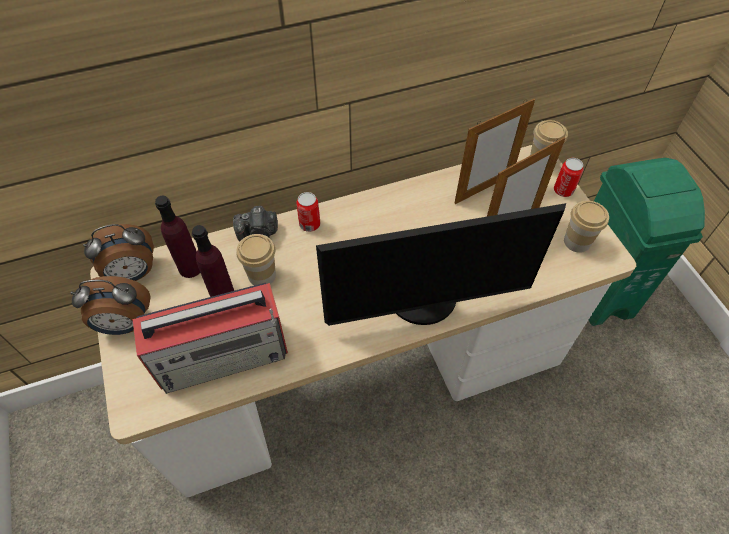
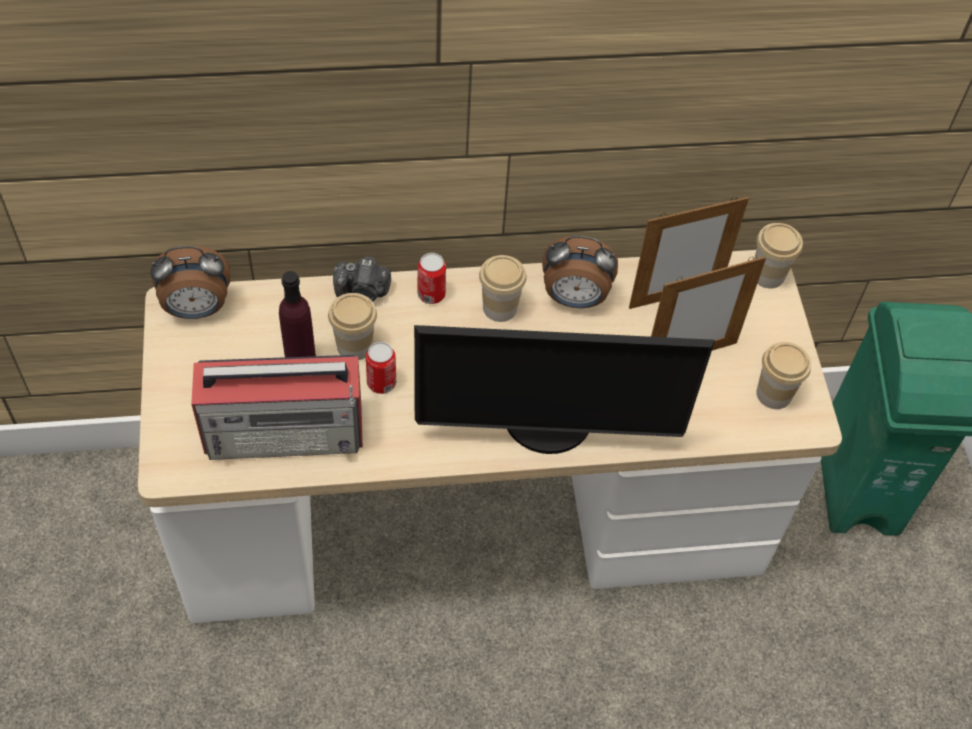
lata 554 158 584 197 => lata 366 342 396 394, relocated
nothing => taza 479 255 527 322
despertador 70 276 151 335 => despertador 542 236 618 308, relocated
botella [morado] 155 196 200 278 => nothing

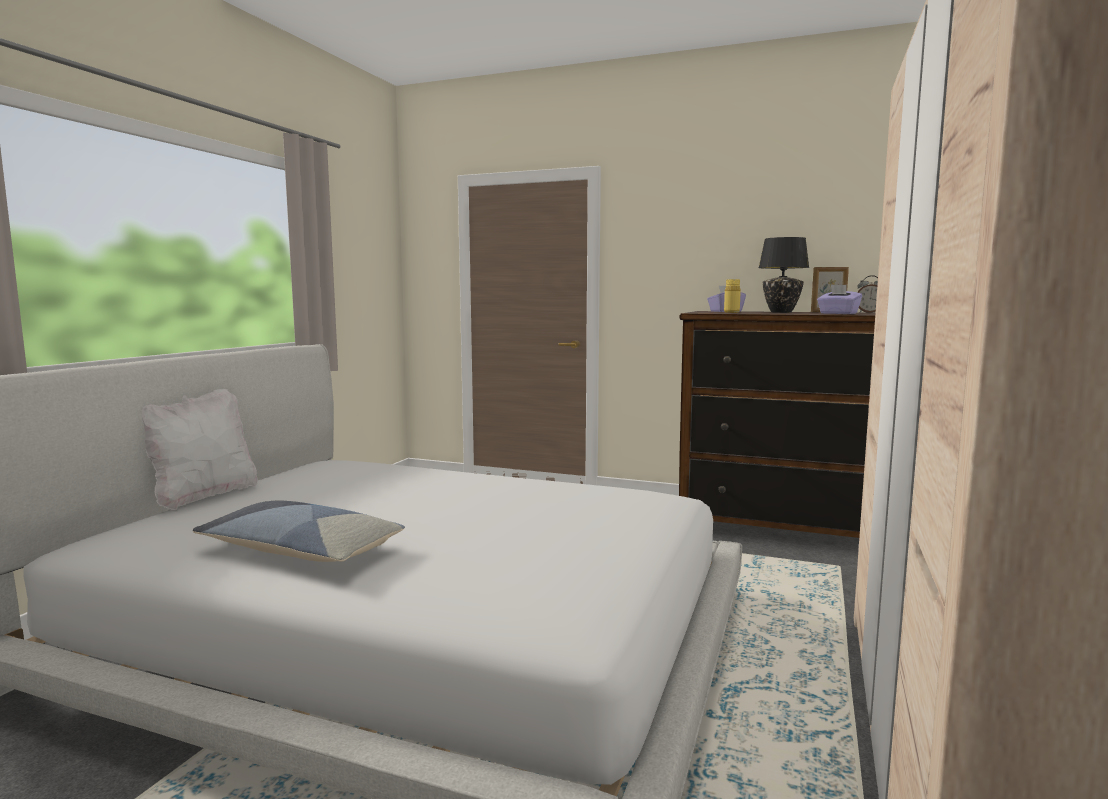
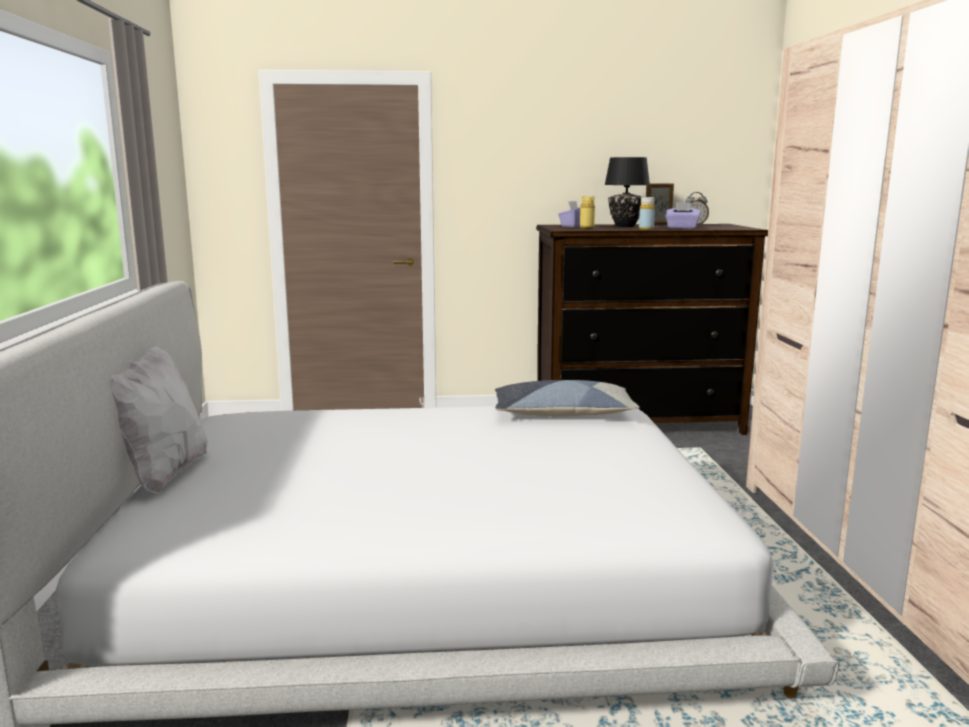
cojín 193 501 405 562 => cojín 495 380 640 417, relocated
nothing => botella [amarillo] 639 197 655 230

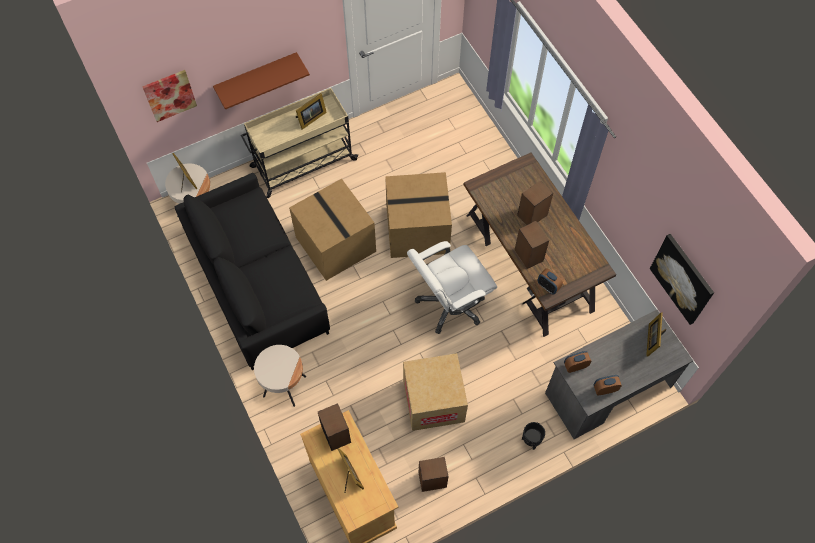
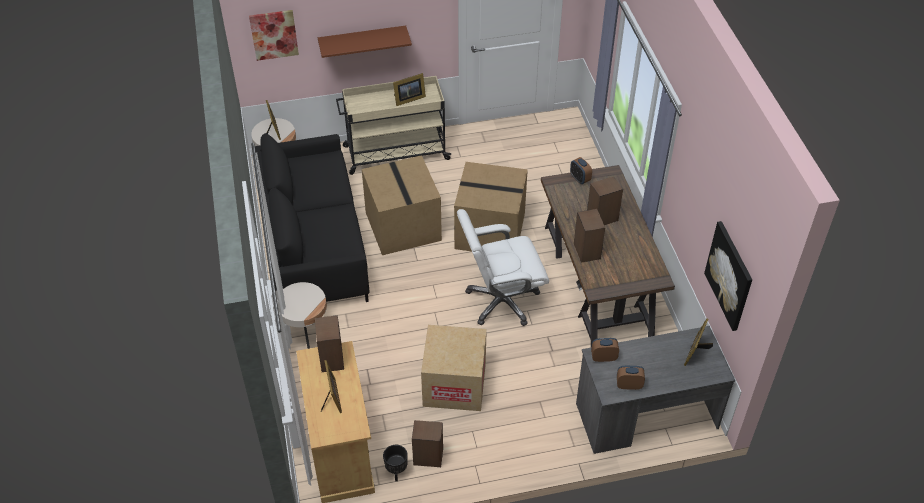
maceta [negro] 522 422 545 450 => maceta [negro] 383 445 408 481, relocated
despertador 537 268 563 295 => despertador 570 157 592 184, relocated

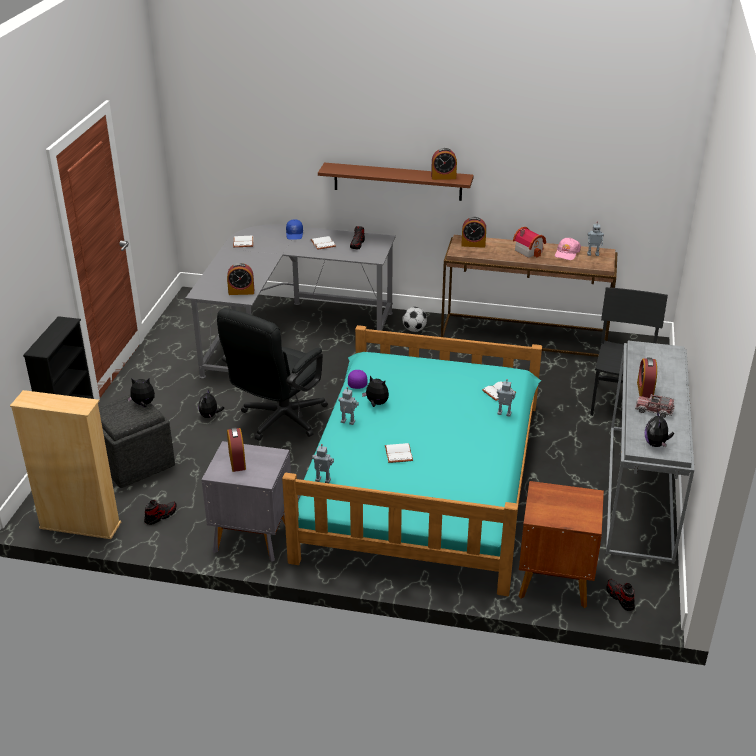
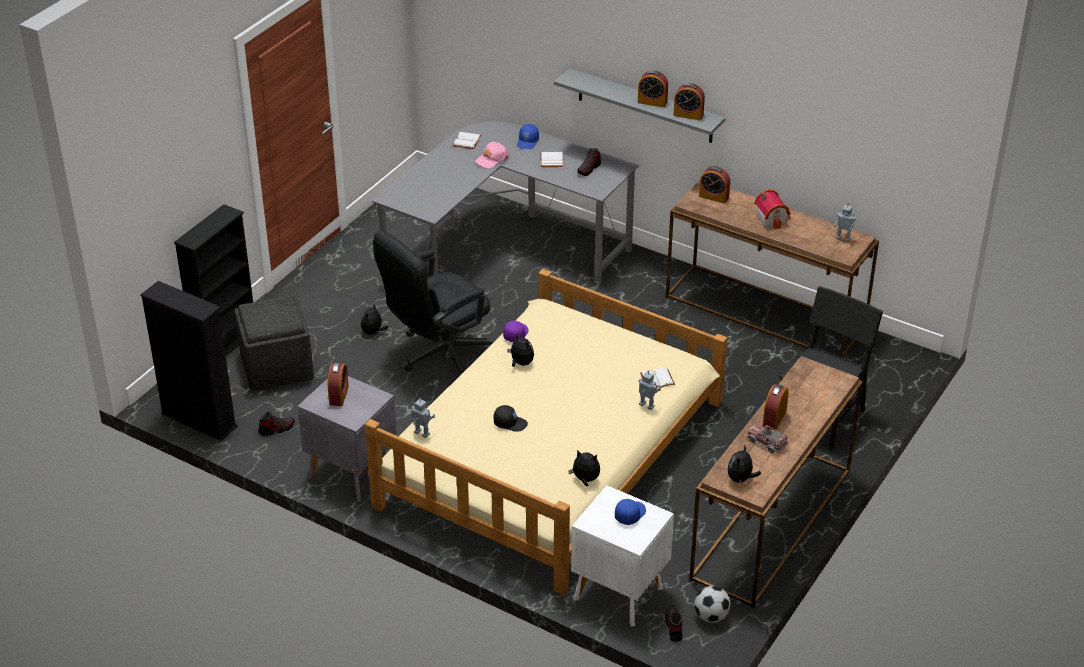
estantería [beis] 10 390 121 539 => estantería [negro] 140 281 238 441
cama [turquesa] 282 325 542 596 => cama [beis] 365 269 727 595
gorra [rosa] 555 238 581 260 => gorra [rosa] 475 142 509 168, relocated
libro [blanco] 385 443 413 463 => gorra [negro] 494 405 528 432
estante [marrón] 318 162 474 201 => estante [gris] 554 68 725 143
peluche 127 378 155 407 => peluche 568 450 600 486, relocated
mesita de noche [marrón] 518 481 604 608 => mesita de noche [blanco] 571 485 674 627
nothing => gorra [azul] 615 499 646 525
despertador 227 263 254 295 => despertador 638 70 668 107, relocated
mesa consola [gris] 606 341 694 564 => mesa consola [marrón] 689 356 863 608
balón de fútbol 402 307 427 332 => balón de fútbol 694 586 731 623, relocated
robot de juguete 338 387 359 425 => nothing

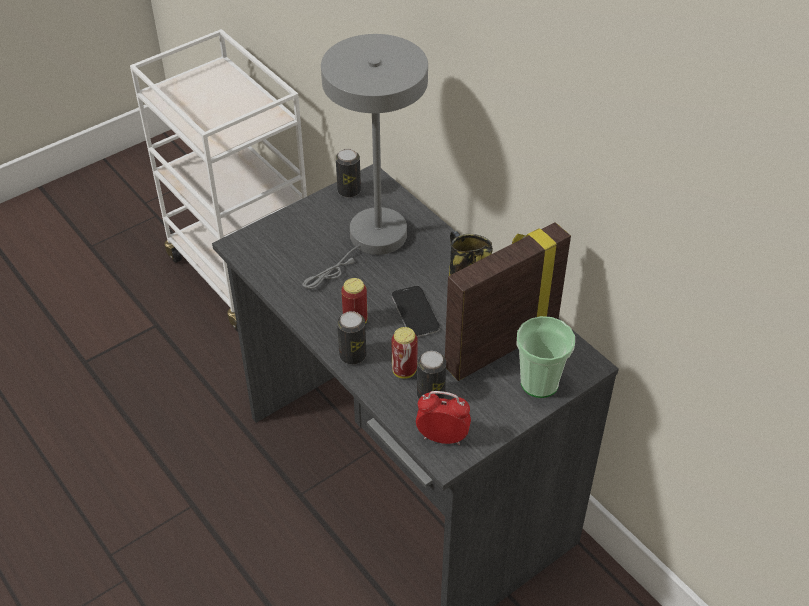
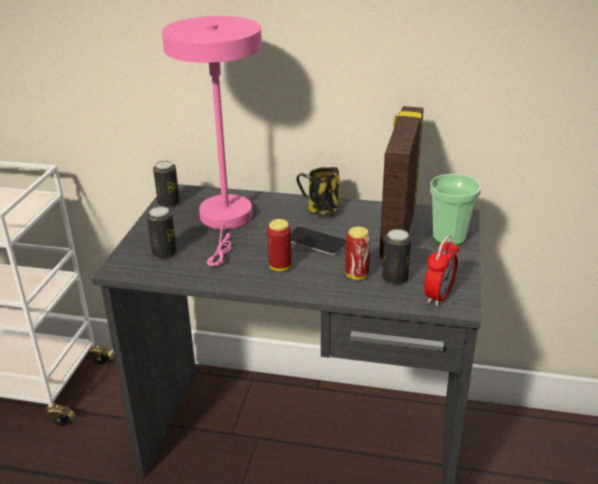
lata 337 311 366 364 => lata 147 206 177 259, relocated
lámpara de mesa [gris] 303 34 428 289 => lámpara de mesa [rosa] 162 16 262 266
despertador 416 391 471 445 => despertador 424 235 459 306, 150 degrees clockwise

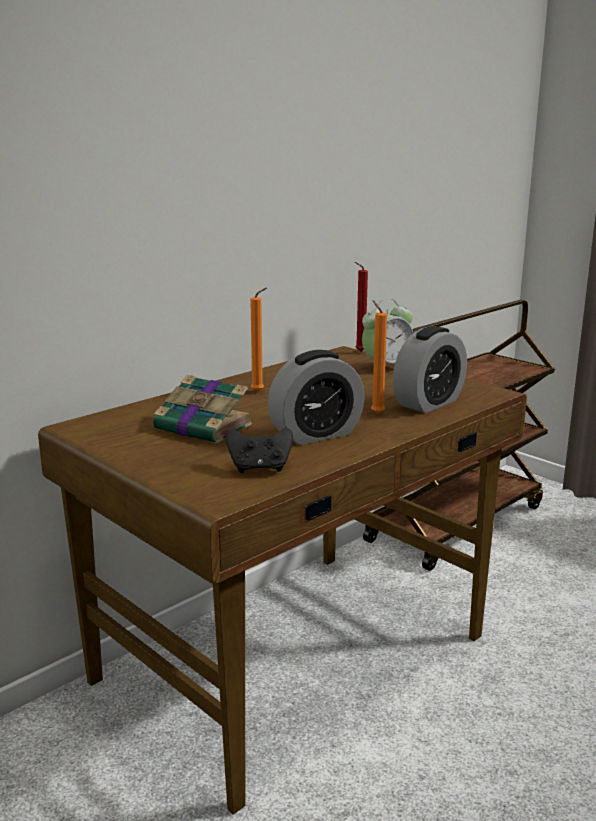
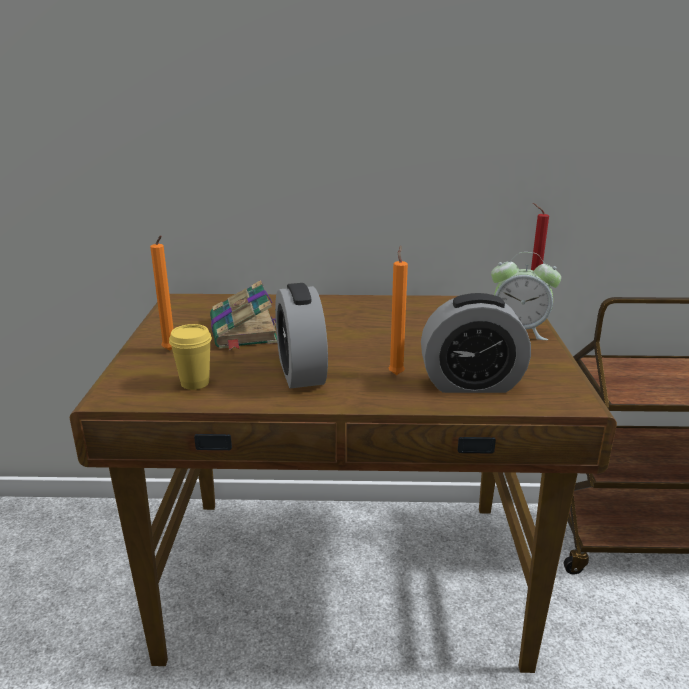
vela [naranja] 250 288 267 392 => vela [naranja] 150 235 174 350, relocated
mando de consola [negro] 226 428 293 473 => taza [amarillo] 169 324 212 390
despertador 268 350 365 445 => despertador 275 283 328 388, 60 degrees clockwise

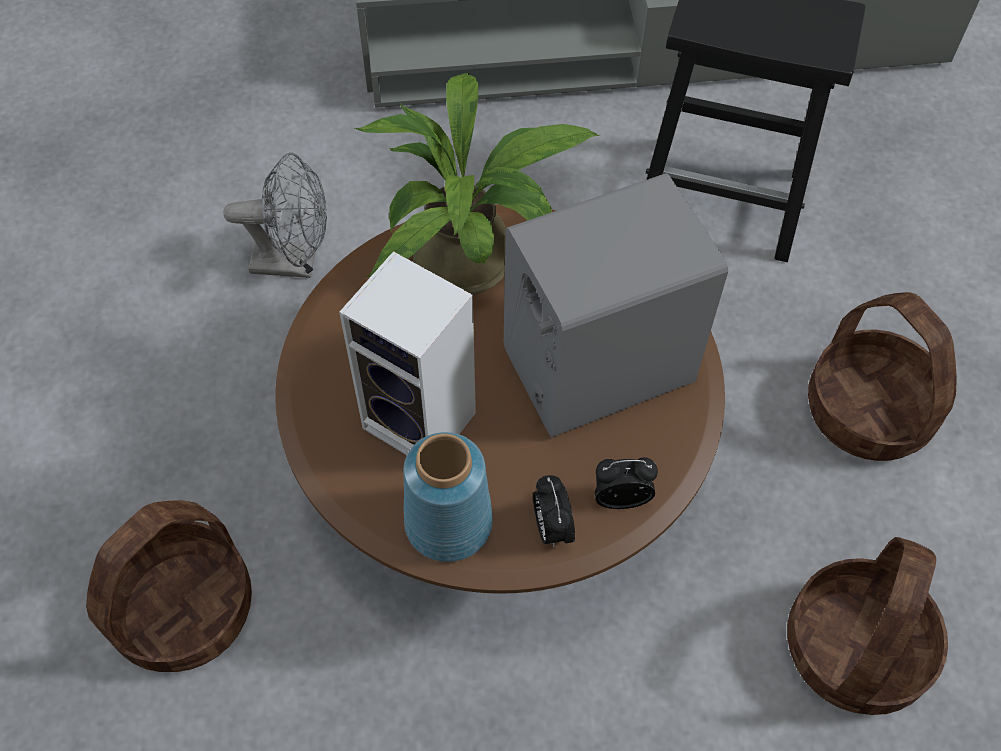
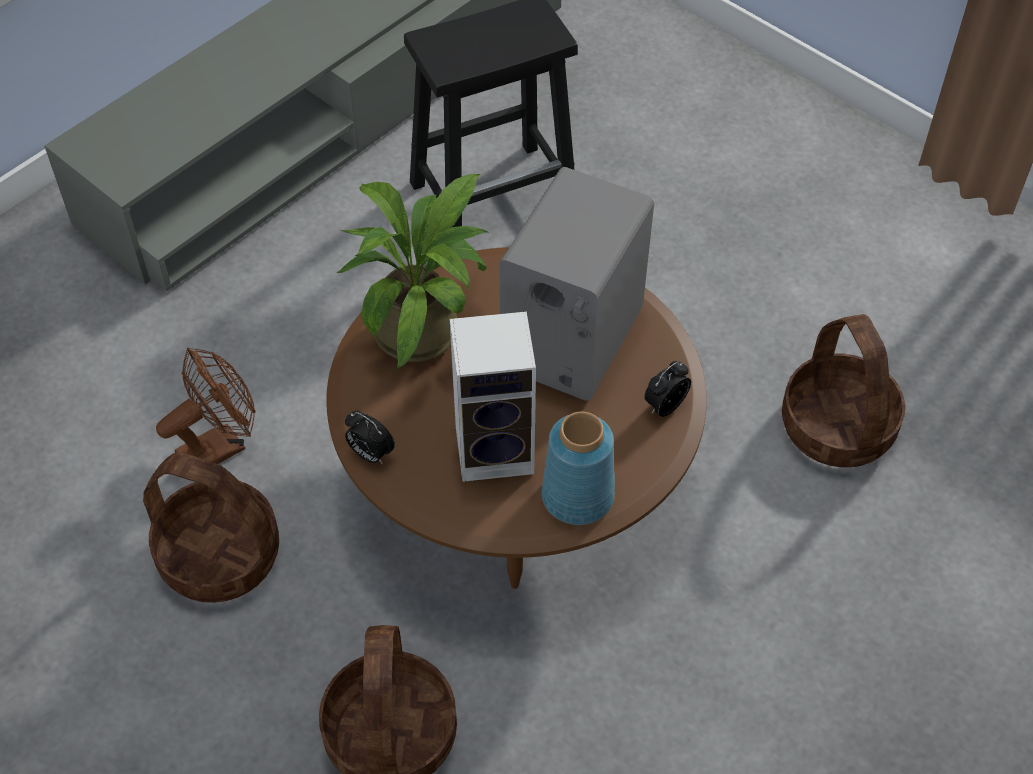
cesta 808 292 957 461 => cesta 143 452 279 603, relocated
ventilador [gris] 223 152 327 278 => ventilador [marrón] 156 348 256 464
despertador 533 475 575 548 => despertador 345 411 395 464, relocated

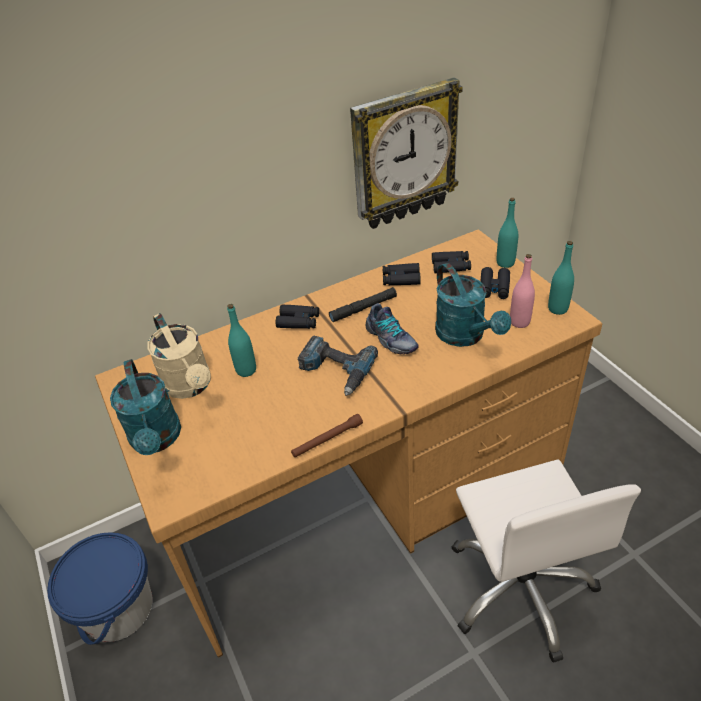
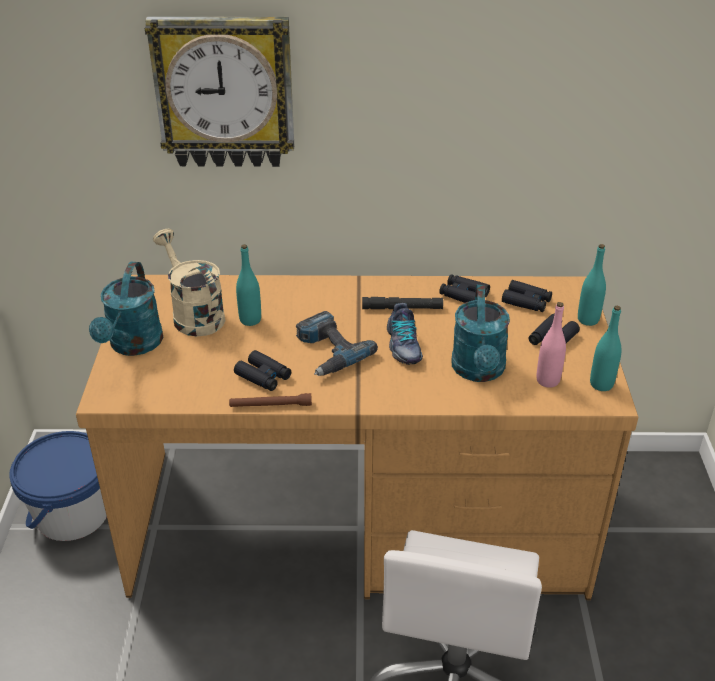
reloj de pared 350 77 463 229 => reloj de pared 145 16 294 167, relocated
regadera [beis] 147 313 211 399 => regadera [beis] 153 229 225 337, 150 degrees clockwise
prismáticos [negro] 276 304 319 329 => prismáticos [negro] 234 350 291 391, relocated

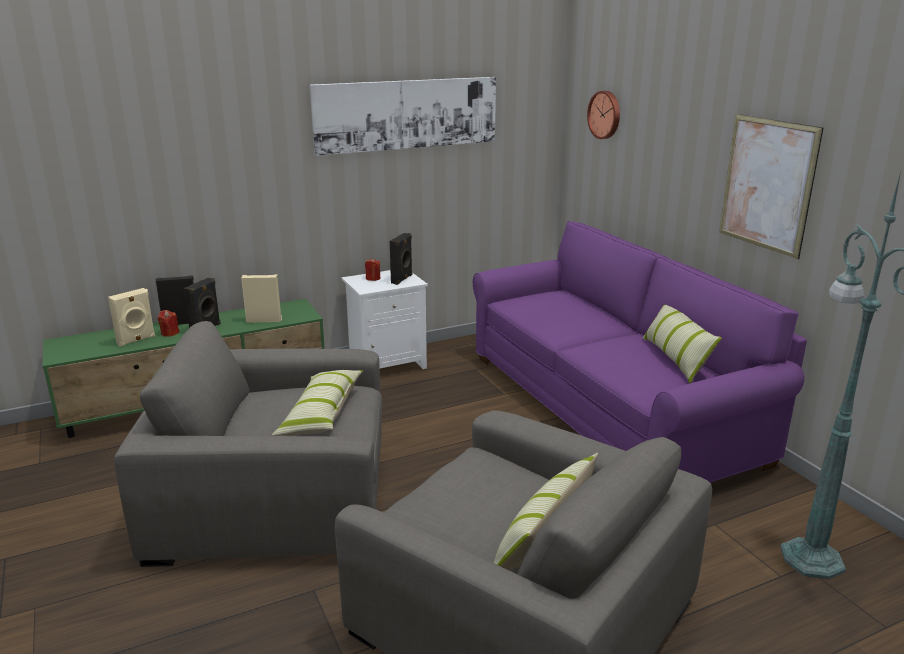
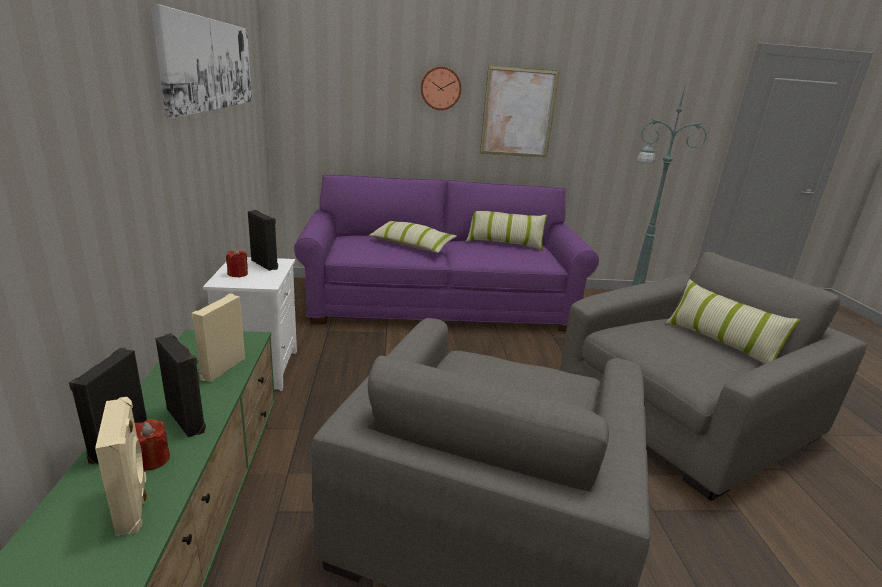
cojín 272 370 363 436 => cojín 369 221 457 253, relocated
reloj de pared 587 91 620 139 => reloj de pared 421 67 461 110, relocated

